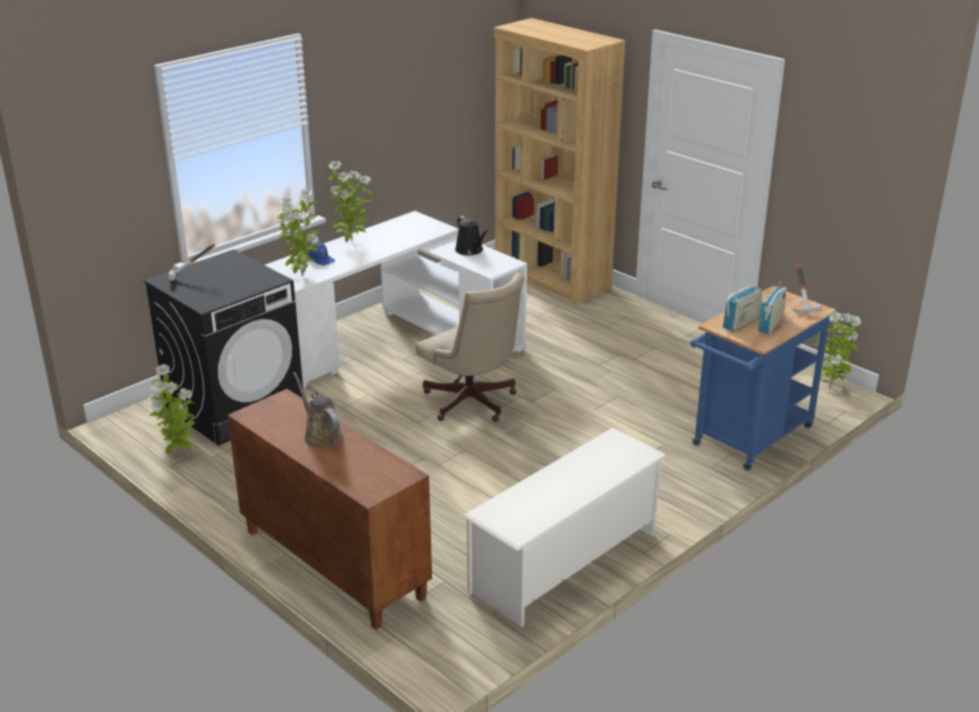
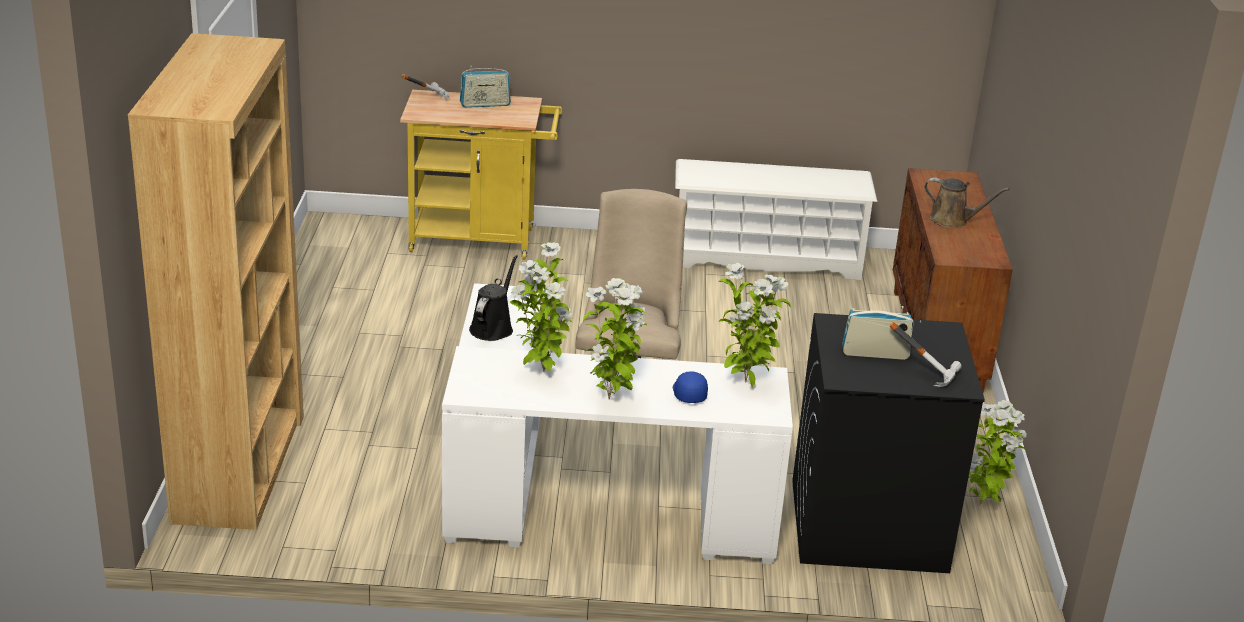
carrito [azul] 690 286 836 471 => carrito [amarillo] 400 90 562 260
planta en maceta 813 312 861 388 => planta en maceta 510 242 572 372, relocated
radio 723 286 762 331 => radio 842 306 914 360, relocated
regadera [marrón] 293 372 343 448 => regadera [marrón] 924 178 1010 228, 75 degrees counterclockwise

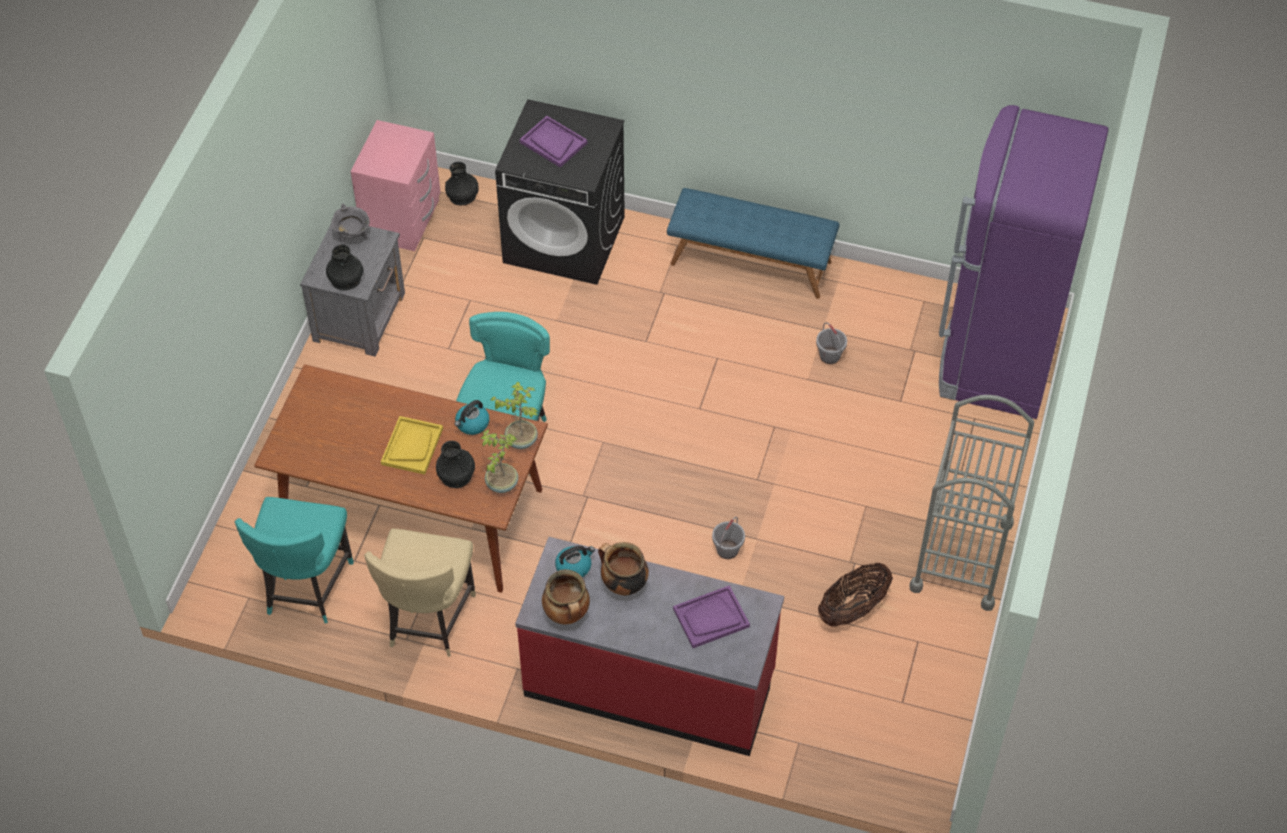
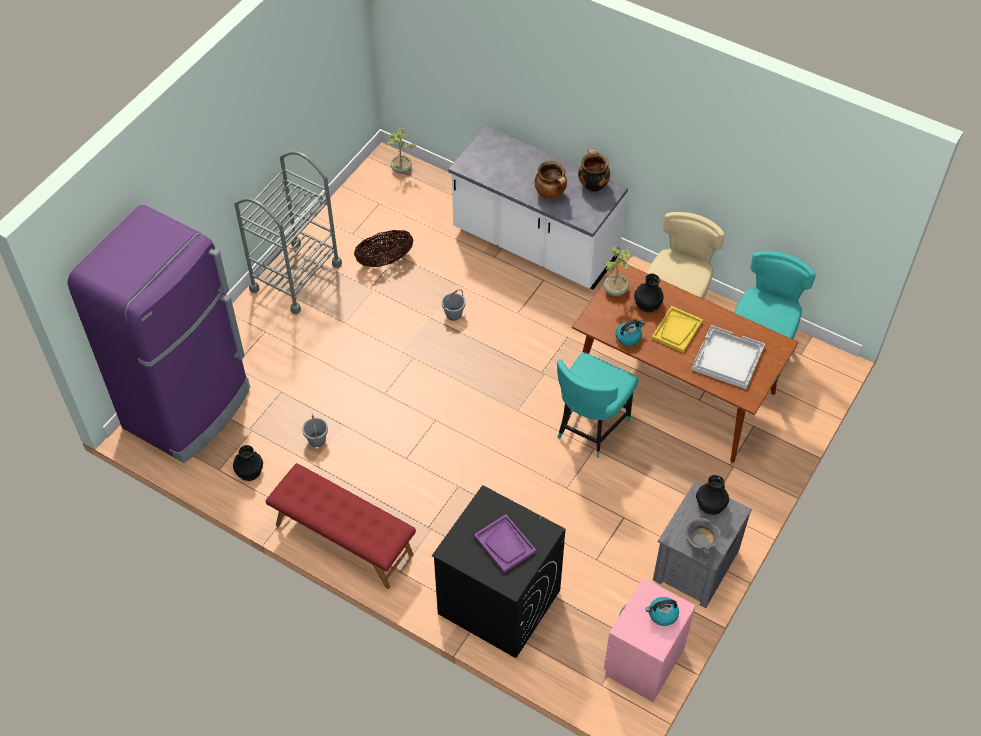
florero [negro] 445 162 479 205 => florero [negro] 233 445 263 481, relocated
banco [azul] 667 188 839 299 => banco [rojo] 266 463 416 589
planta en maceta 491 381 538 449 => planta en maceta 387 127 416 174, relocated
mueble bajo de cocina [rojo] 515 537 784 756 => mueble bajo de cocina [blanco] 448 126 628 290
hervidor 555 546 595 577 => hervidor 646 597 679 626, relocated
nothing => bandeja [blanco] 691 325 765 389
bandeja [morado] 673 585 750 648 => nothing

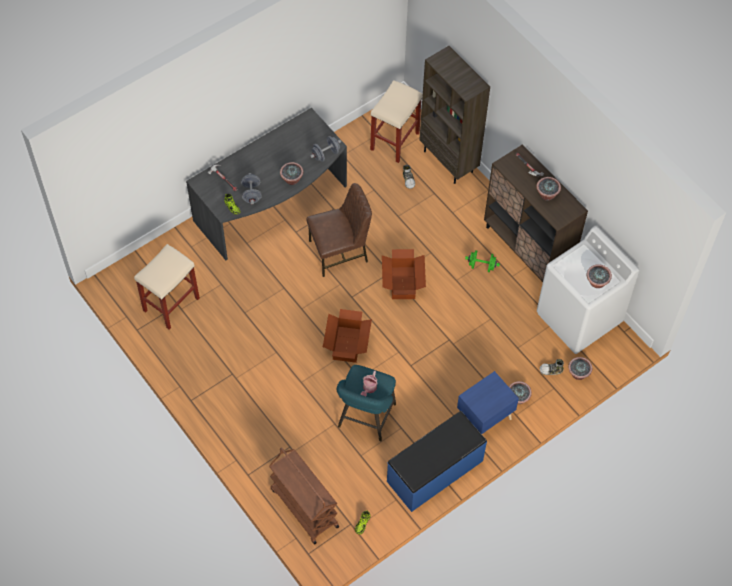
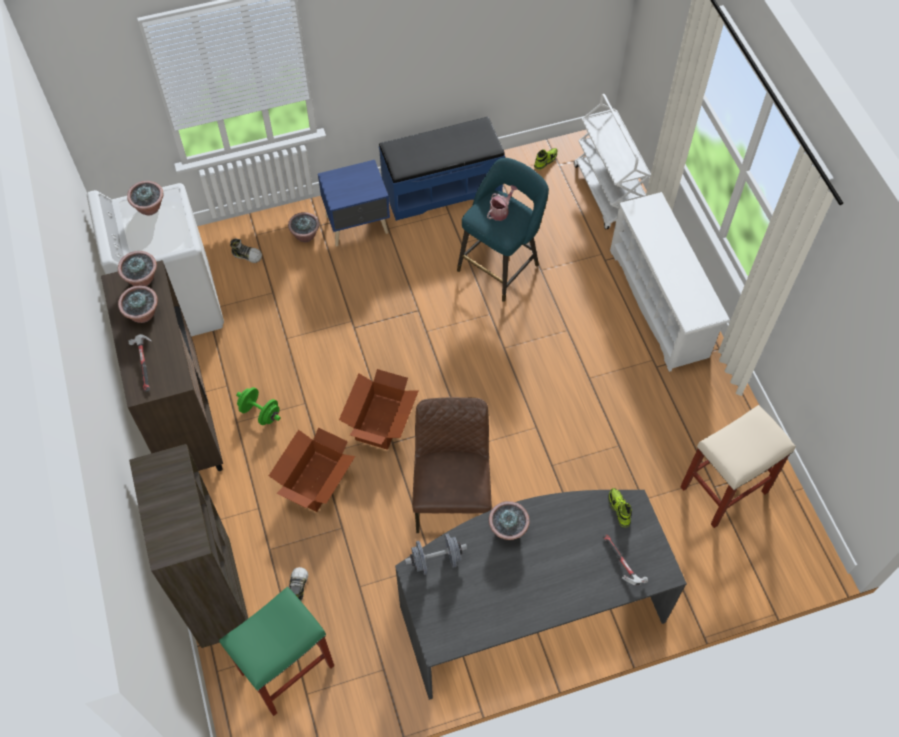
planta en maceta 568 357 592 380 => planta en maceta 118 251 157 286, relocated
taburete [beis] 370 80 422 163 => taburete [verde] 219 587 334 716
caja de cartón 323 309 372 363 => caja de cartón 269 428 355 512, relocated
silla [marrón] 306 183 372 277 => silla [marrón] 412 397 491 533, 90 degrees clockwise
carrito [marrón] 269 448 339 544 => carrito [blanco] 574 94 651 229
nothing => zapatero [blanco] 610 192 730 372
mancuerna [gris] 241 173 262 204 => nothing

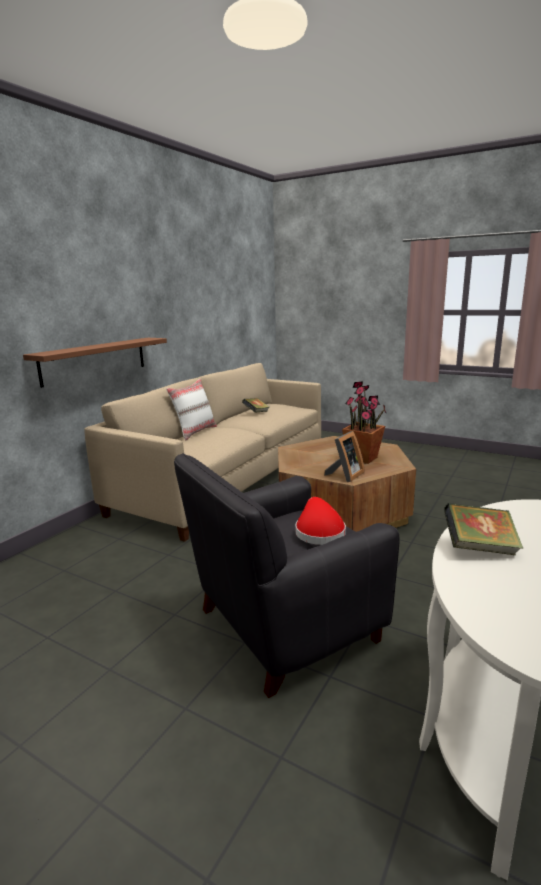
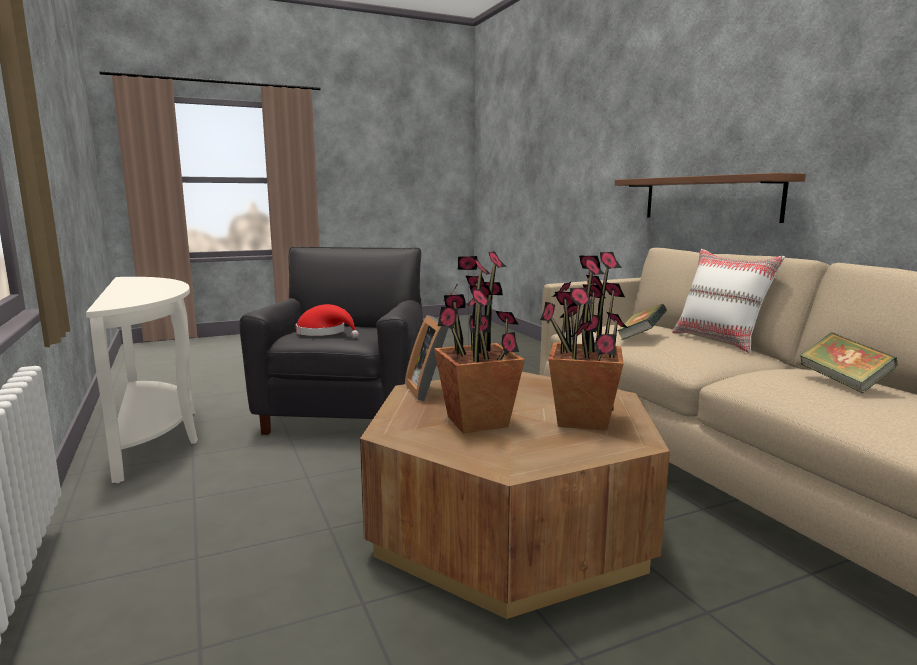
nothing => planta en maceta 540 252 628 431
libro 444 503 523 555 => libro 617 304 667 340, relocated

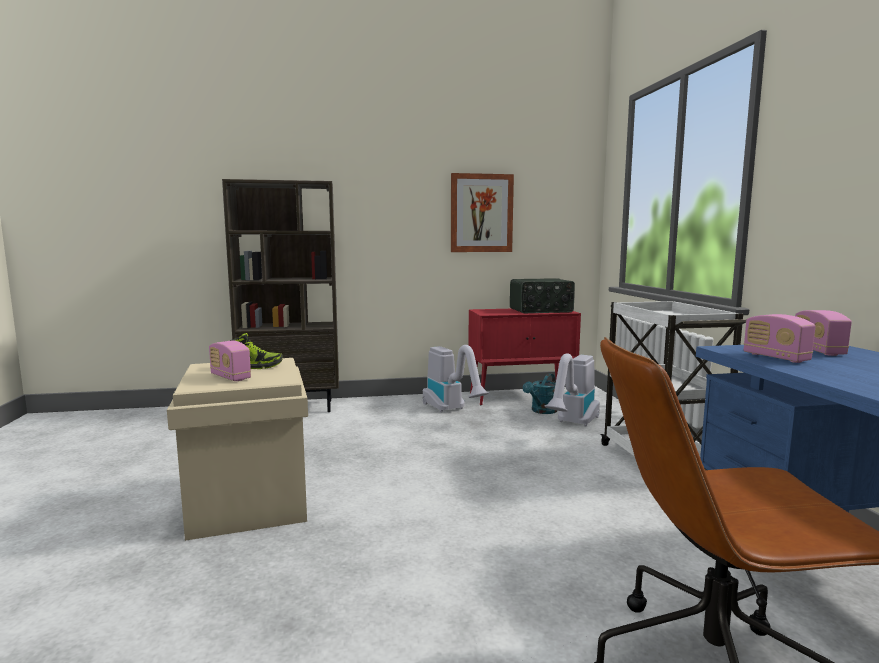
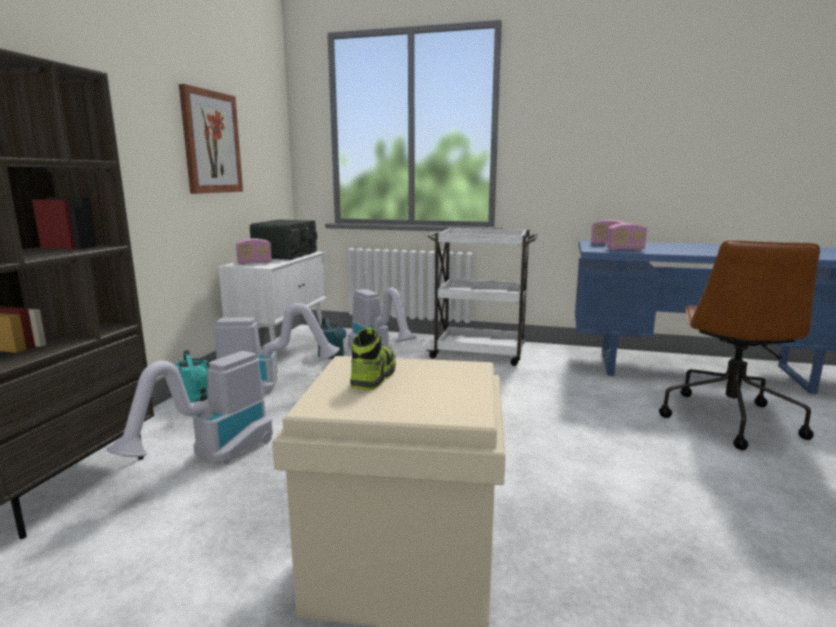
nothing => aspiradora 106 351 273 464
nothing => regadera [turquesa] 175 350 208 403
armario [rojo] 468 309 581 406 => armario [blanco] 218 252 327 372
radio 209 340 251 381 => radio 236 238 272 265, relocated

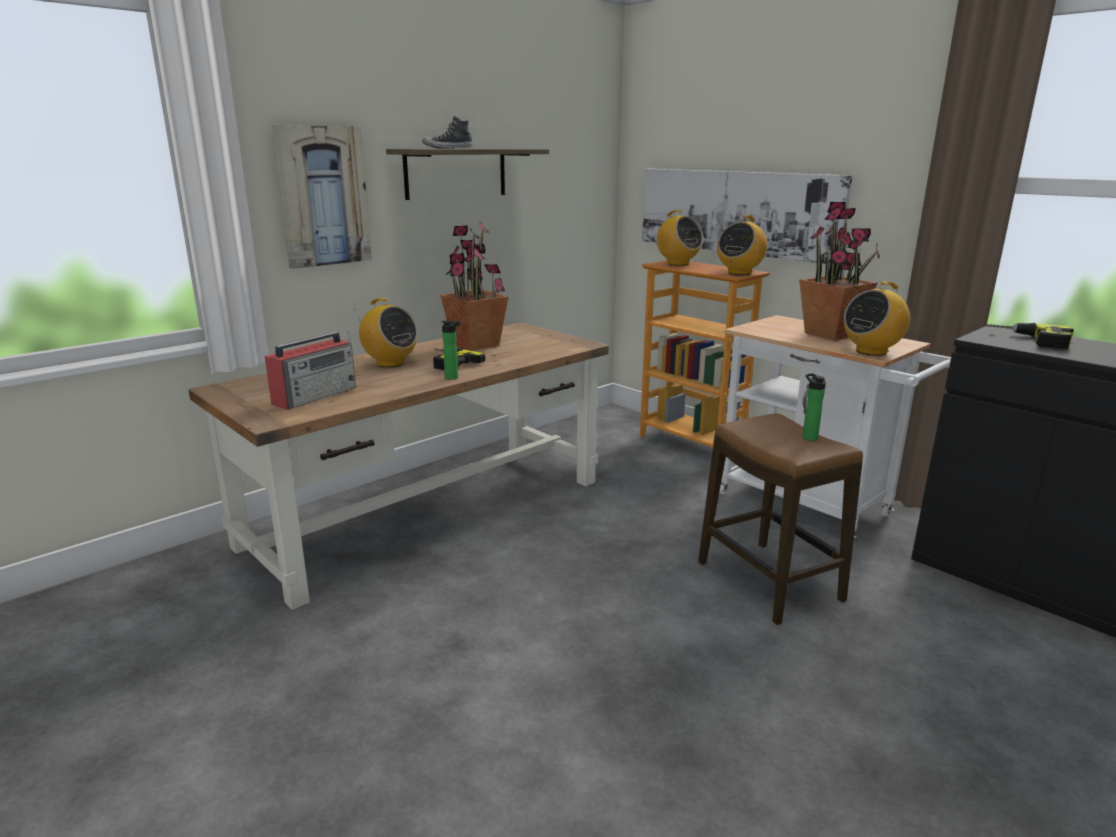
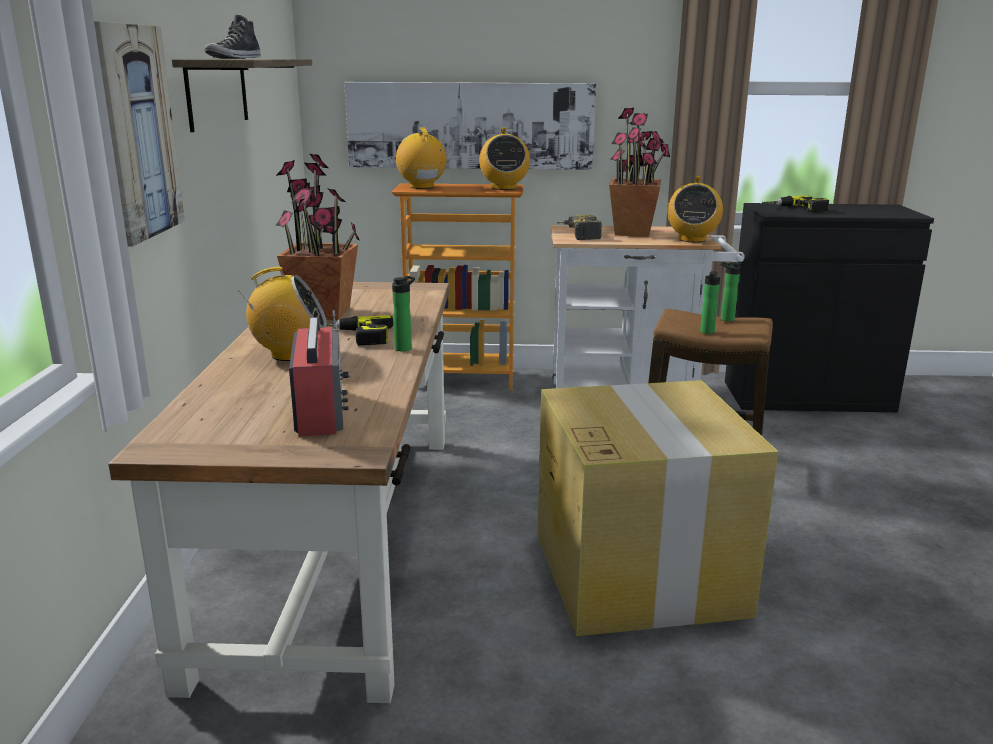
radio 655 210 703 266 => radio 396 127 447 189, 120 degrees counterclockwise
nothing => caja de cartón 537 380 779 636
nothing => taladro 557 215 602 240
nothing => botella 700 271 720 334

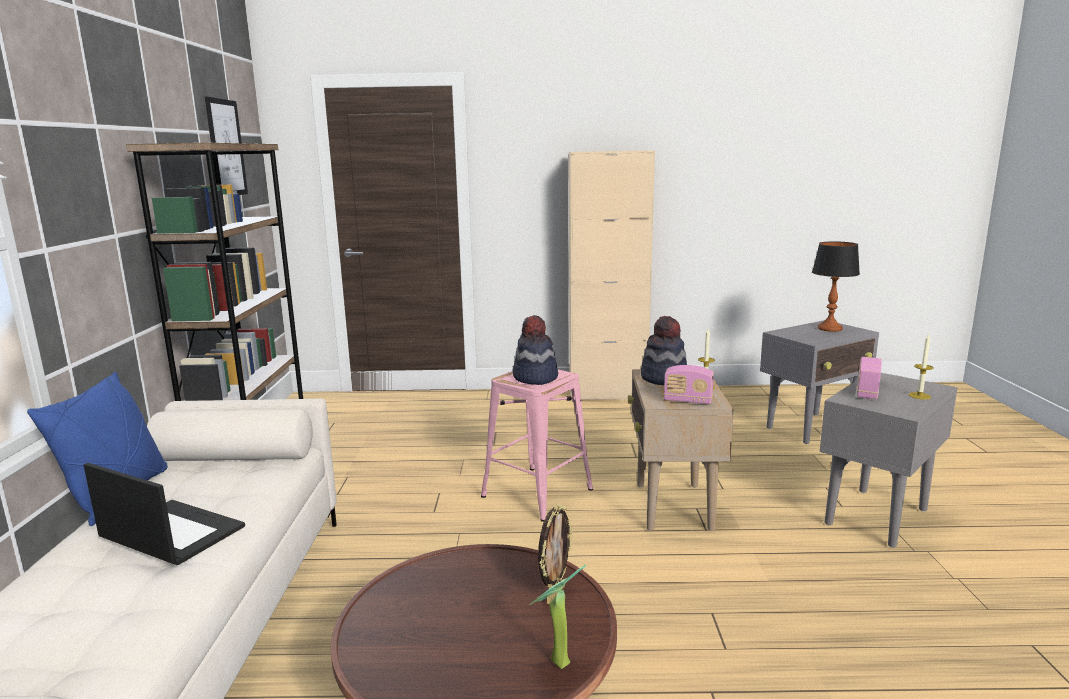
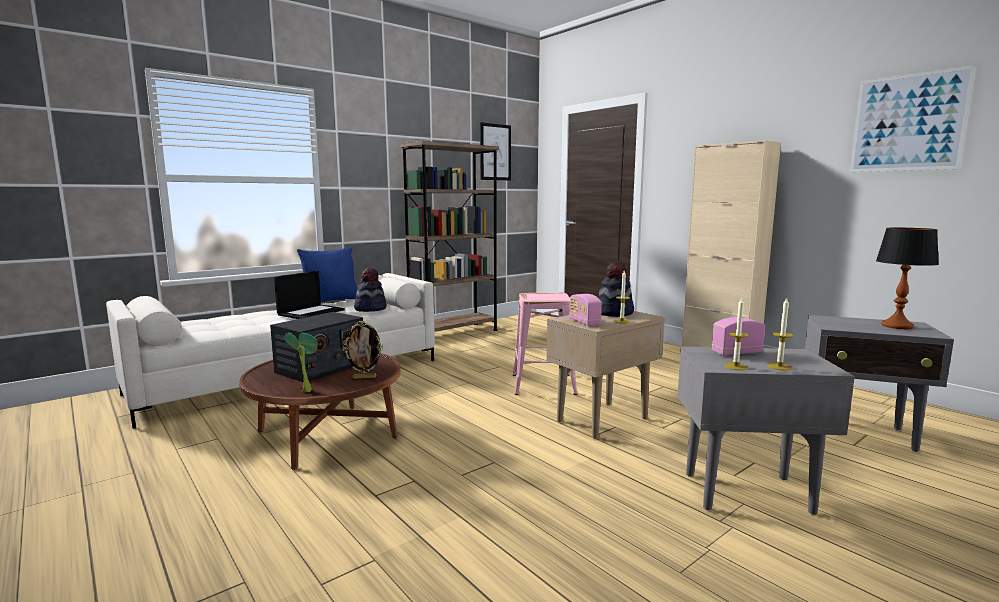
nothing => radio 270 312 363 382
portátil 84 463 245 565 => portátil 274 271 345 319, 45 degrees clockwise
sombrero 513 315 558 385 => sombrero 354 268 387 312, relocated
nothing => vela 724 298 749 370
nothing => cuadro 850 65 976 172

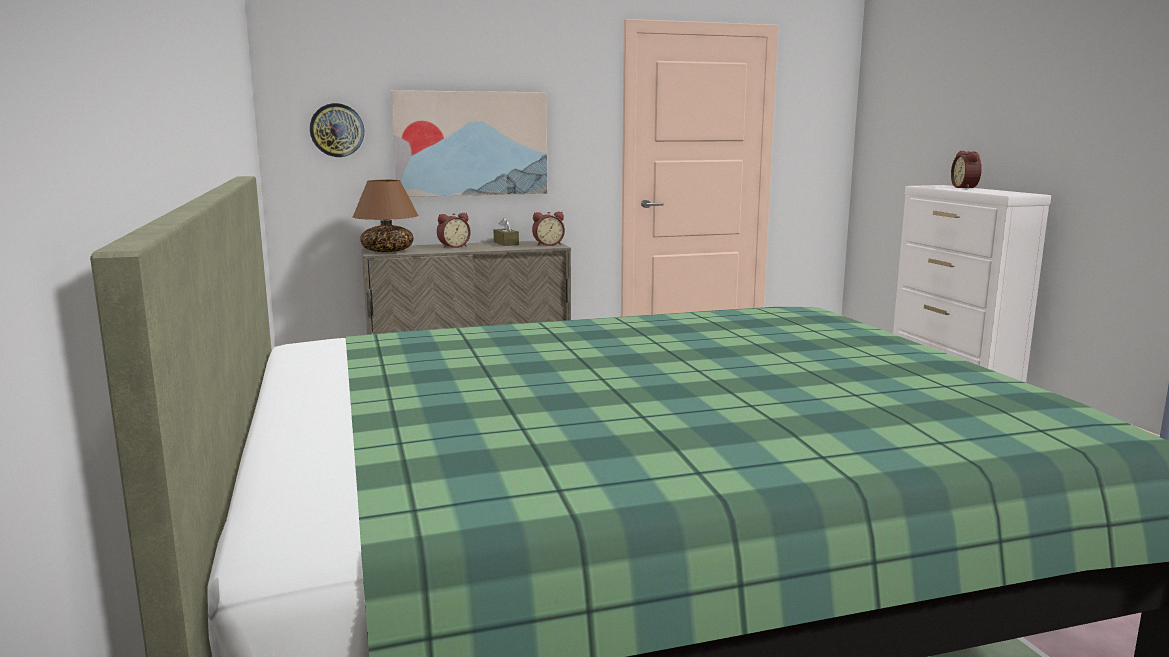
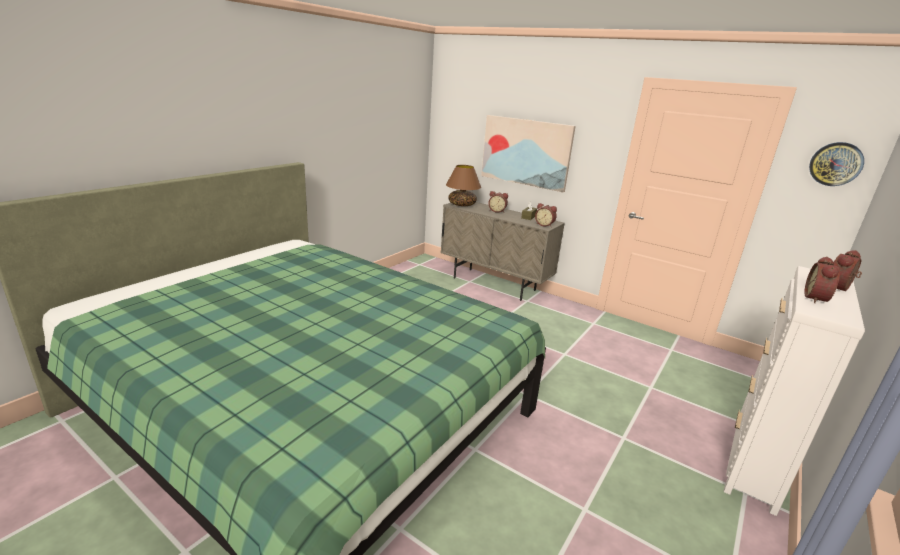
nothing => despertador 804 256 840 303
reloj de pared 310 103 364 157 => reloj de pared 809 142 864 186, relocated

